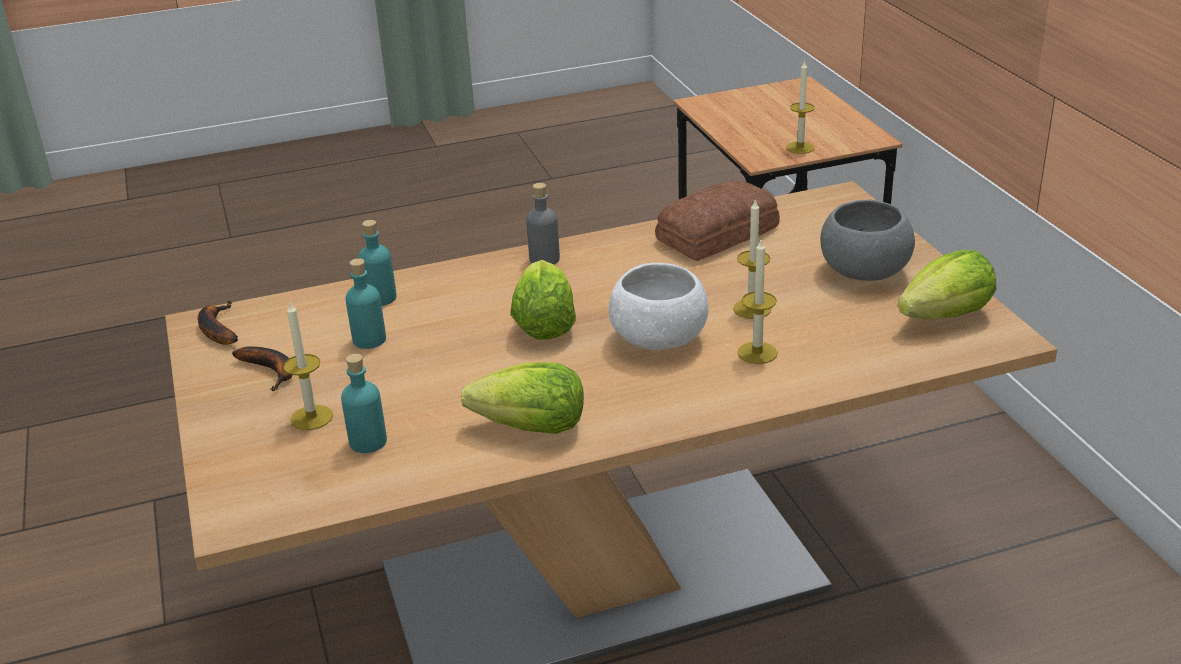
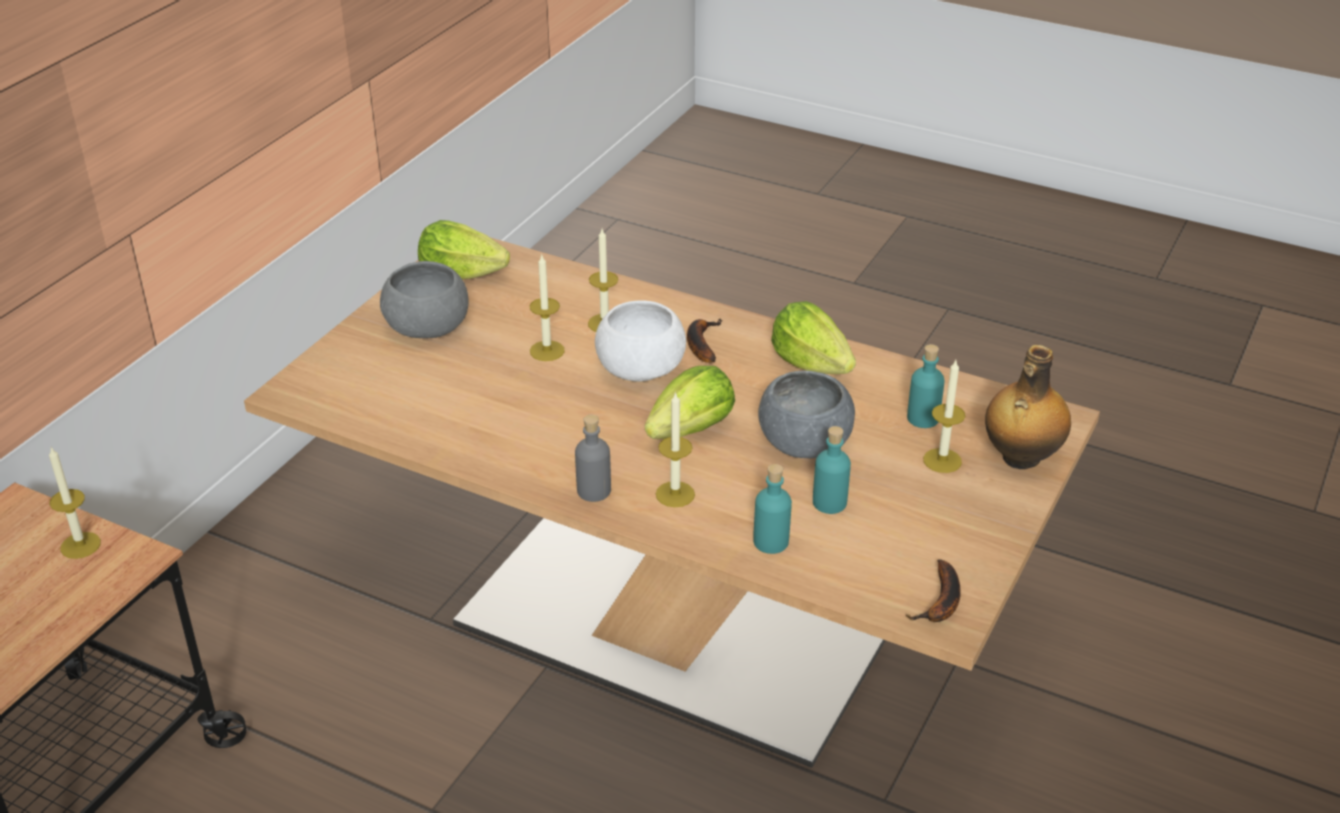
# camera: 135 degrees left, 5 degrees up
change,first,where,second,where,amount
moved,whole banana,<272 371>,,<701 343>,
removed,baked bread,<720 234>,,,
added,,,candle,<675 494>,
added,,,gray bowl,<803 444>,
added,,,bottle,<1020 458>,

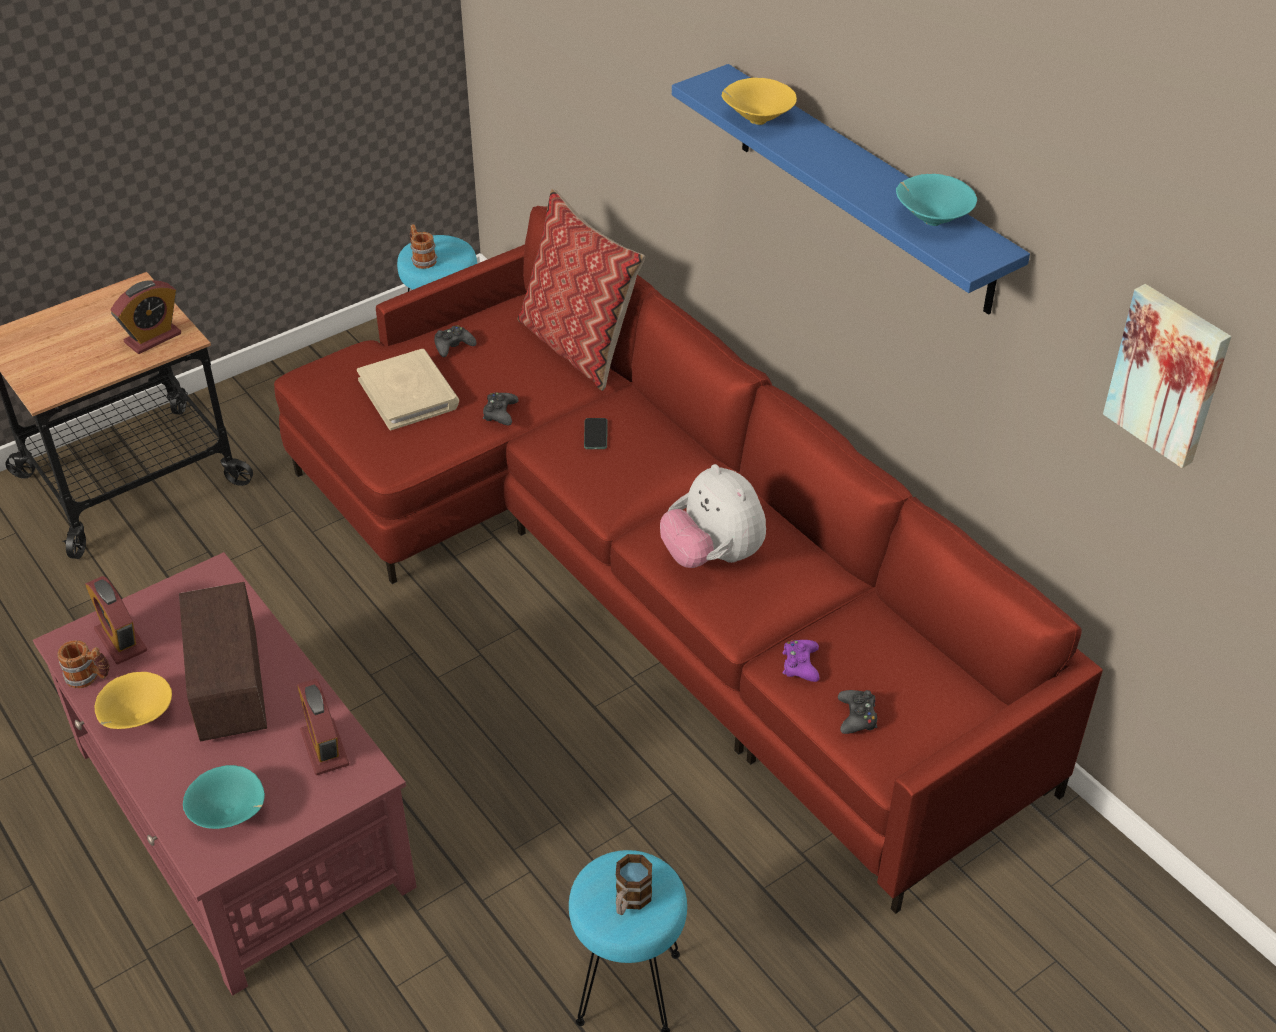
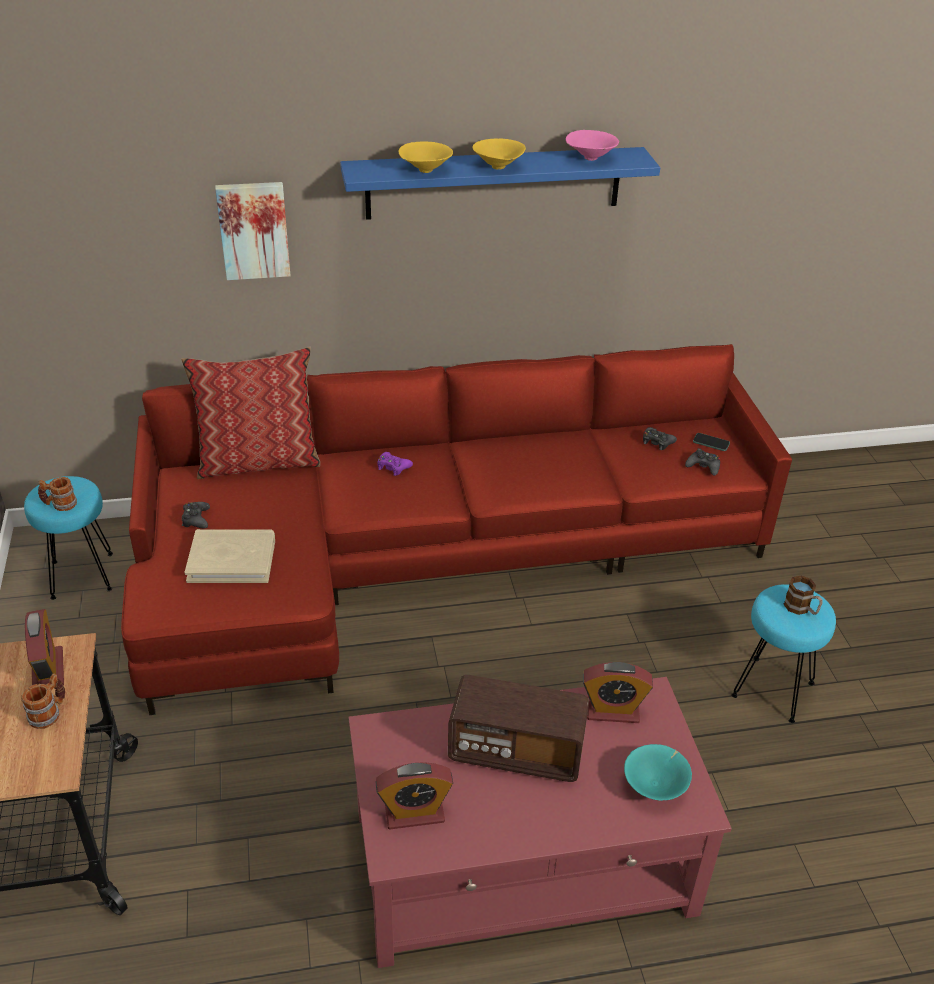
# camera: 65 degrees left, 5 degrees down
change,first,where,second,where,amount
moved,coffee mug,<89 677>,,<49 713>,
moved,yellowish bowl,<137 718>,,<498 168>,
moved,black joypad,<500 413>,,<657 442>,
moved,telephone,<595 434>,,<711 442>,
removed,cuddly toy,<712 556>,,,
moved,purplish joypad,<800 665>,,<393 467>,
recoloured,blue-green bowl,<931 220>,pink-coloured bowl,<589 158>,
moved,picture,<1169 374>,,<253 230>,

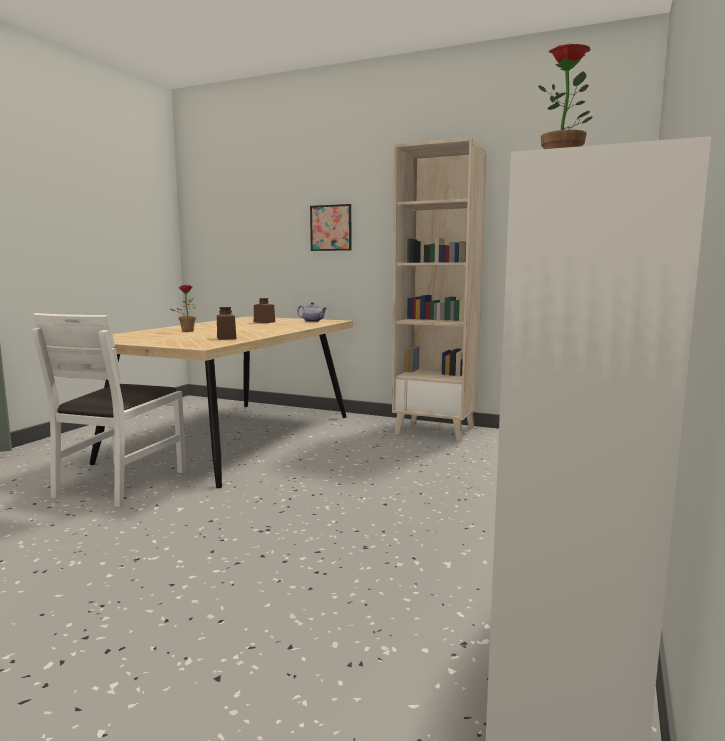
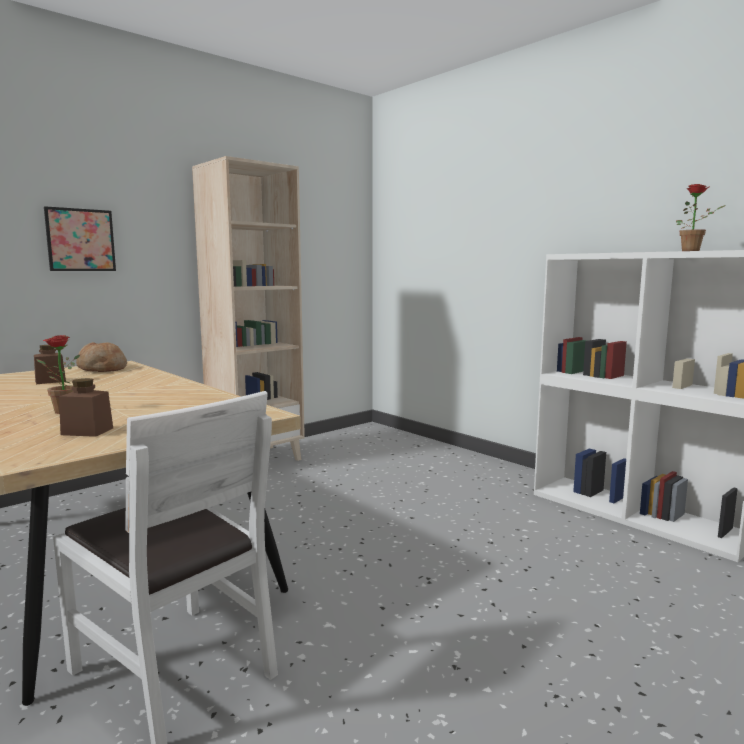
# camera: 65 degrees left, 0 degrees up
change,first,where,second,where,amount
moved,brown preserve jar,<226 338>,,<87 431>,
replaced,teapot,<312 321>,baked bread,<102 369>,

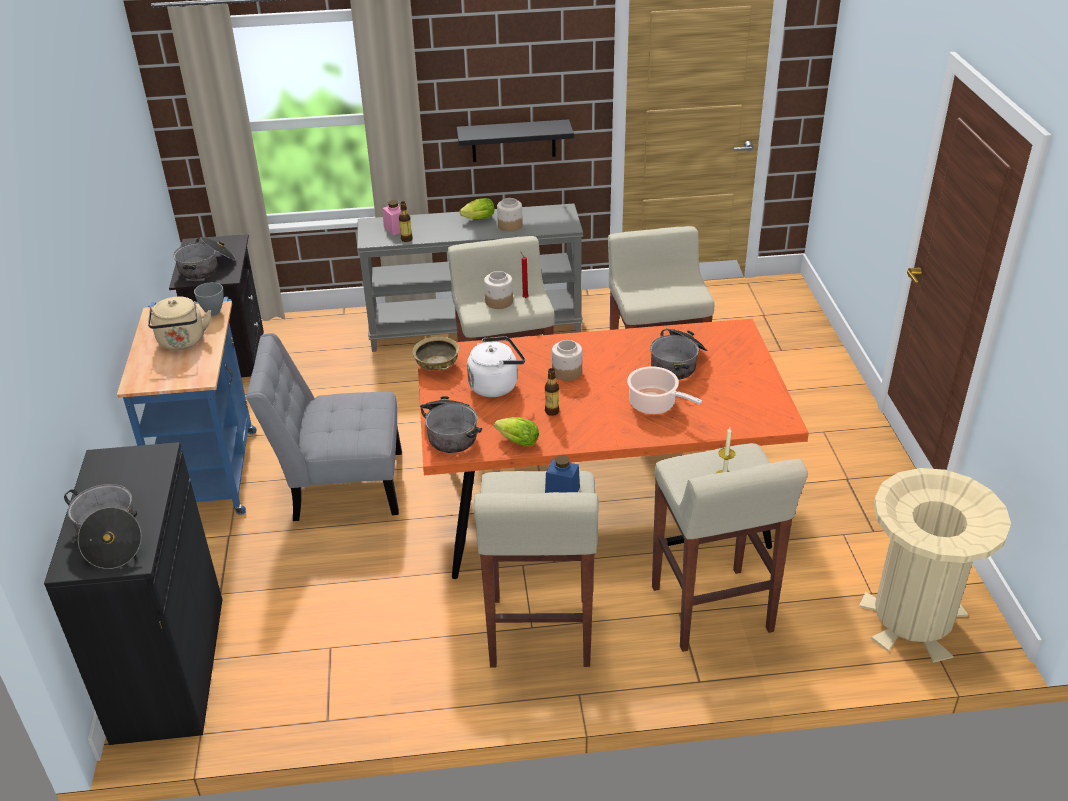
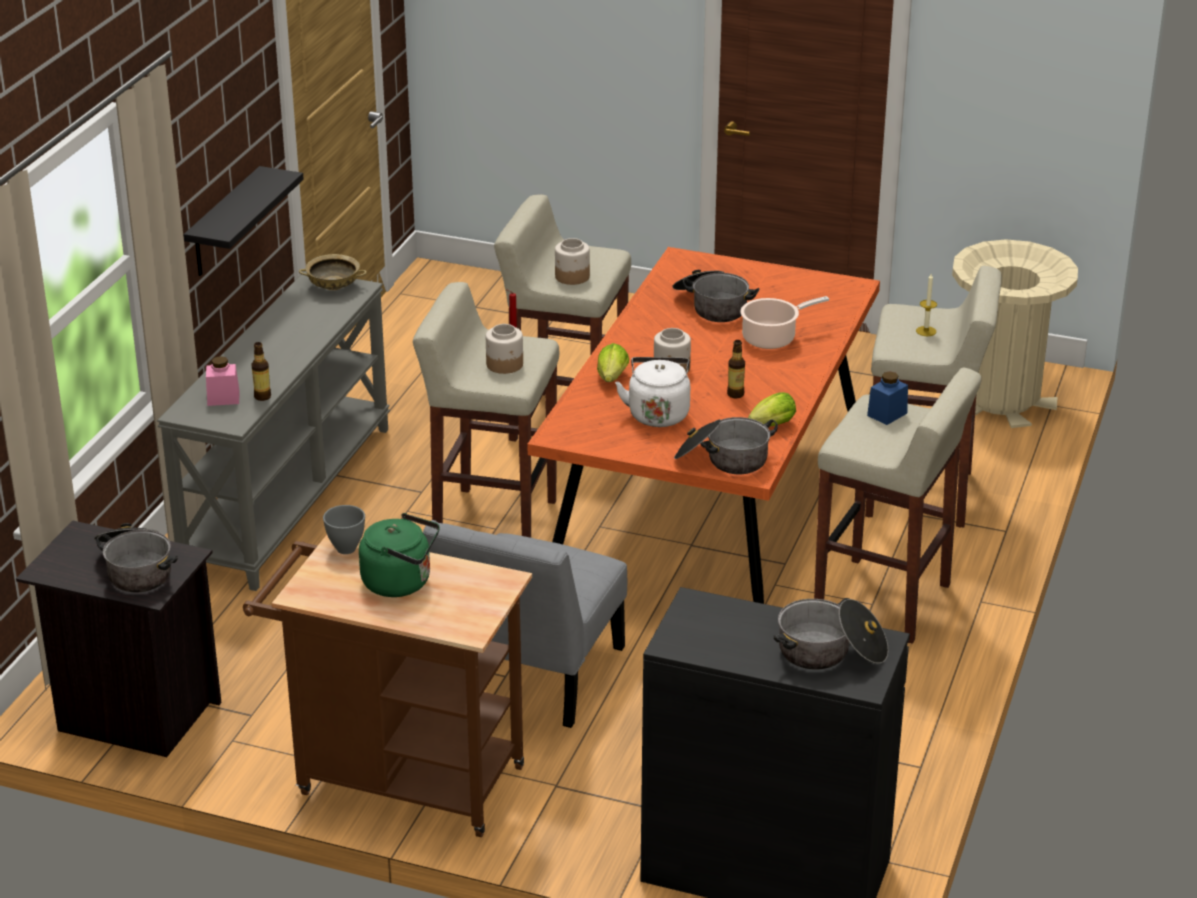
# camera: 65 degrees left, 5 degrees down
change,first,where,second,where,amount
recoloured,bluish wheeled cart,<210 468>,brown wheeled cart,<398 778>,
recoloured,beige-coloured tea kettle,<182 342>,greenish tea kettle,<401 583>,
moved,beige-coloured bowl,<437 365>,,<334 286>,
moved,head of lettuce,<477 219>,,<611 379>,
moved,preserve jar,<509 225>,,<572 277>,

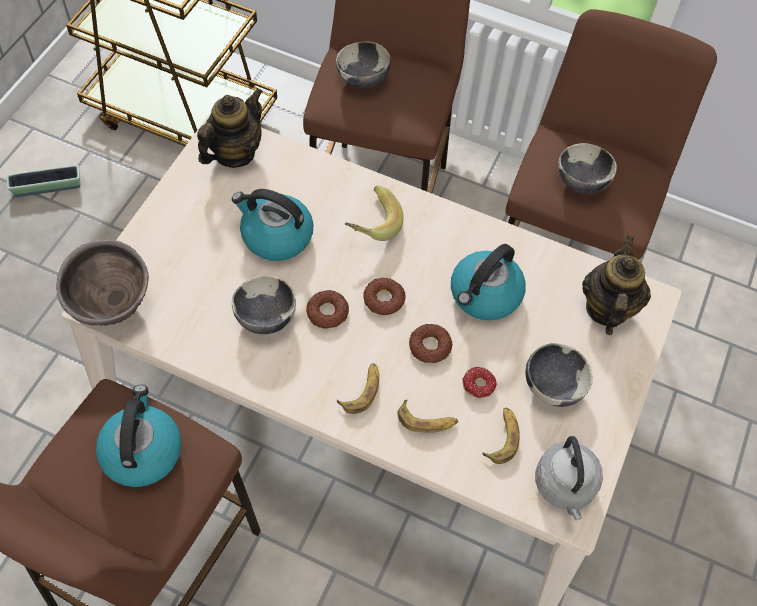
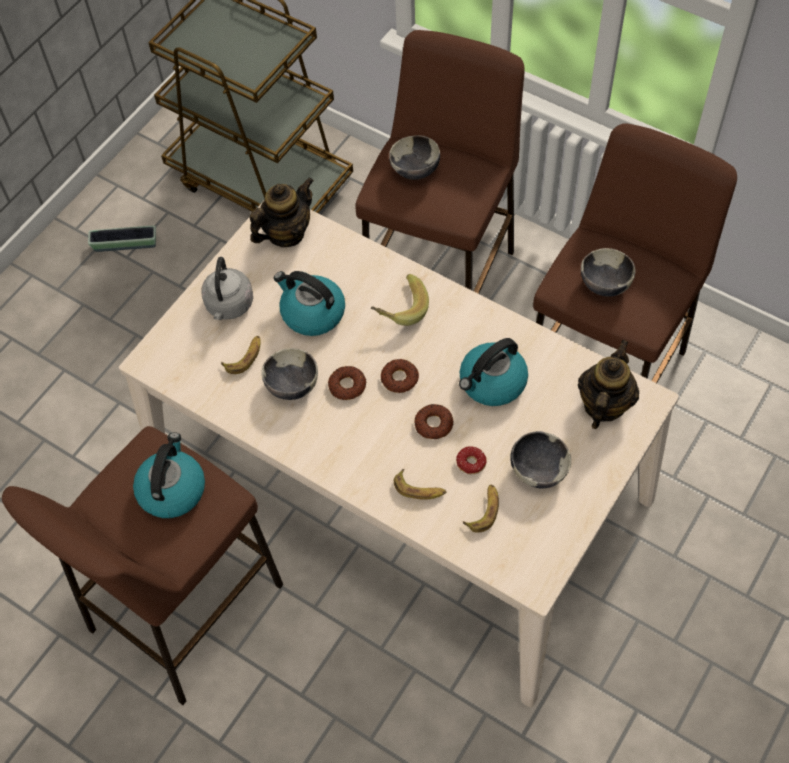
# camera: 15 degrees right, 0 degrees up
change,first,where,second,where,amount
removed,brown bowl,<112 305>,,,
moved,whole banana,<362 390>,,<244 357>,
moved,gray tea kettle,<564 487>,,<229 306>,

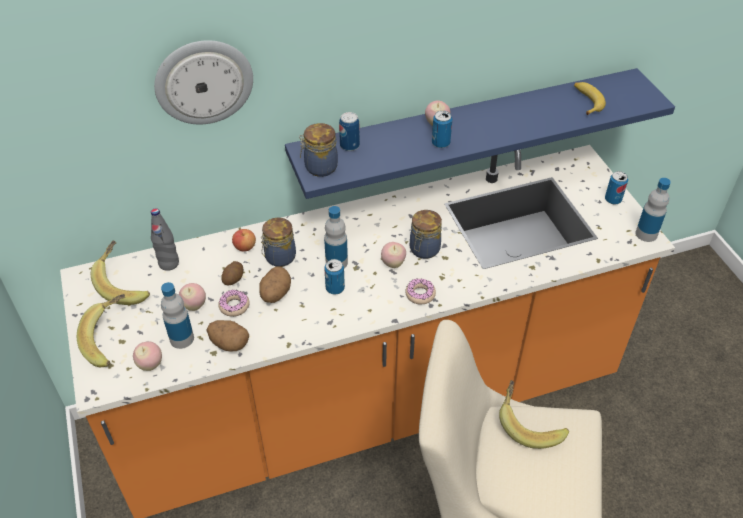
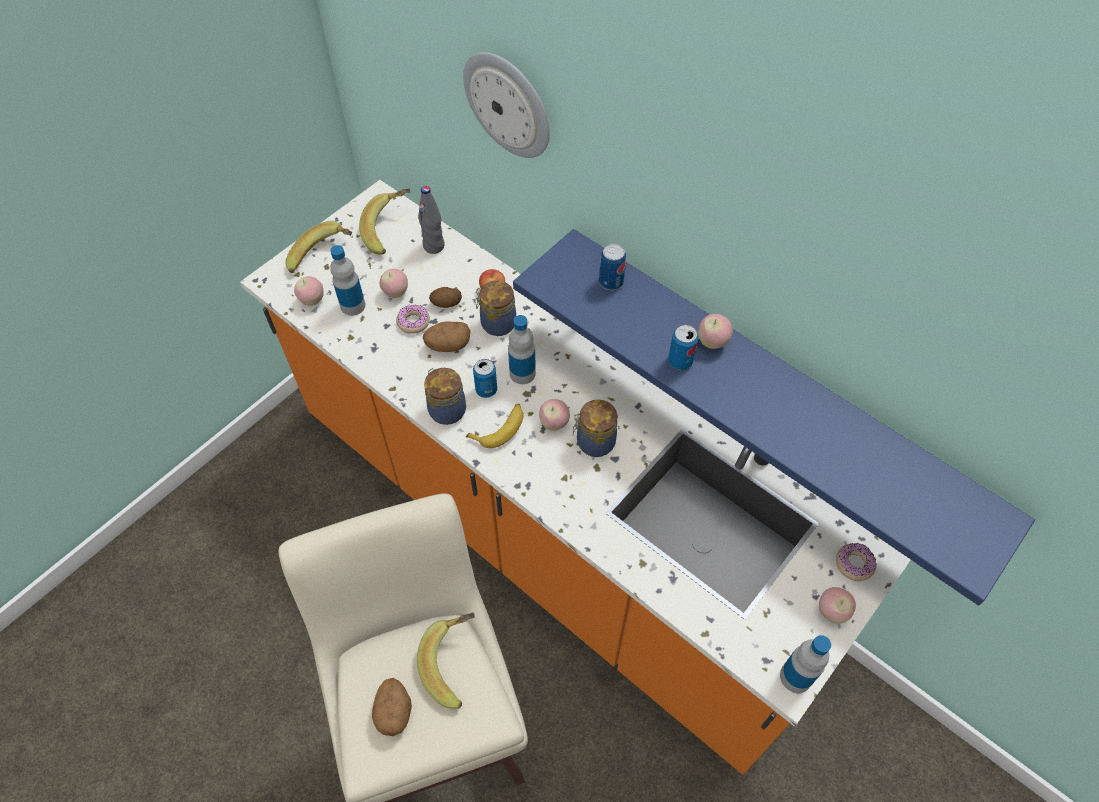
# camera: 60 degrees right, 10 degrees up
change,first,where,second,where,amount
moved,whole potato,<229 343>,,<394 711>,
moved,preserve jar,<319 167>,,<446 409>,
moved,doughnut,<420 294>,,<854 564>,
moved,whole banana,<586 101>,,<500 428>,
replaced,metal can,<613 200>,apple,<831 612>,

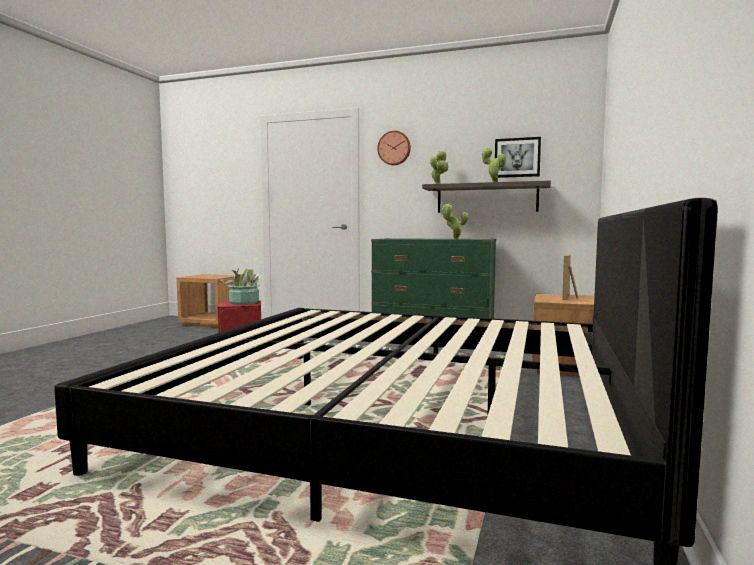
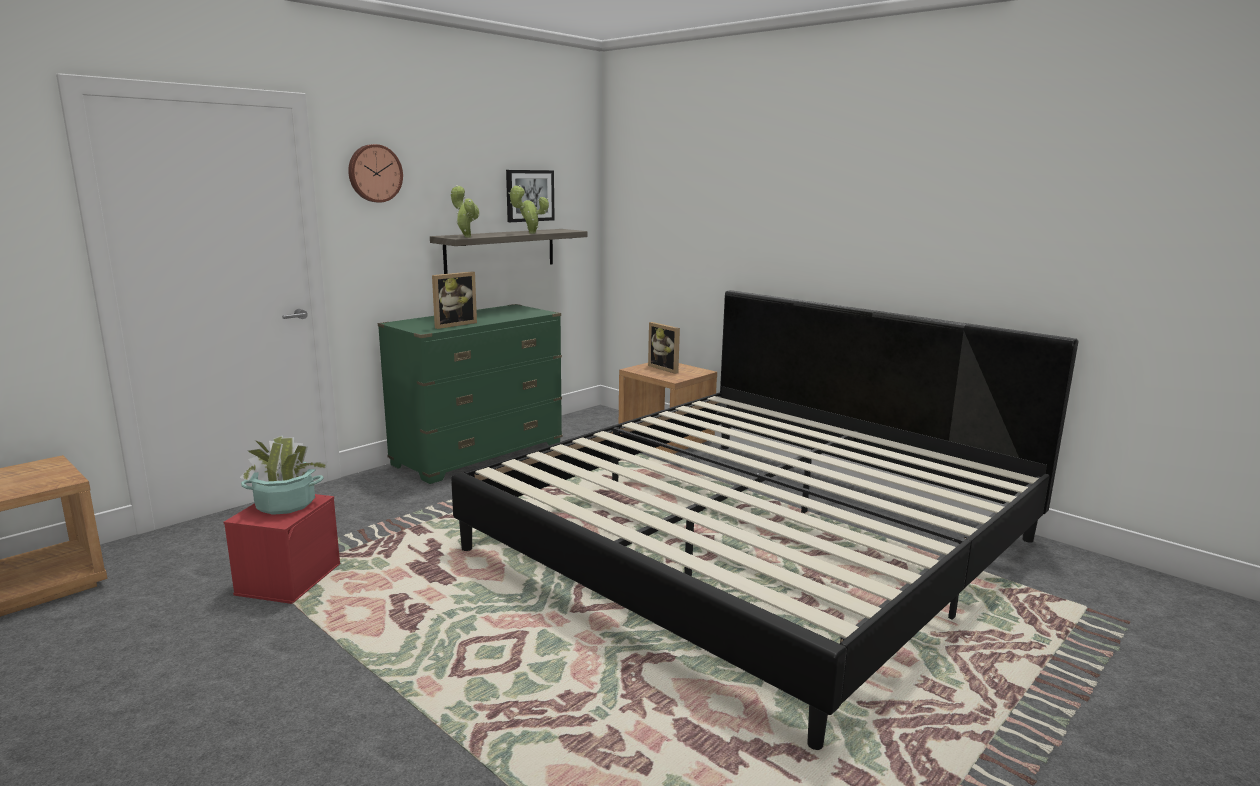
# camera: 65 degrees left, 10 degrees up
change,first,where,second,where,amount
removed,houseplant,<454 239>,,,
added,,,standing frame,<453 324>,

